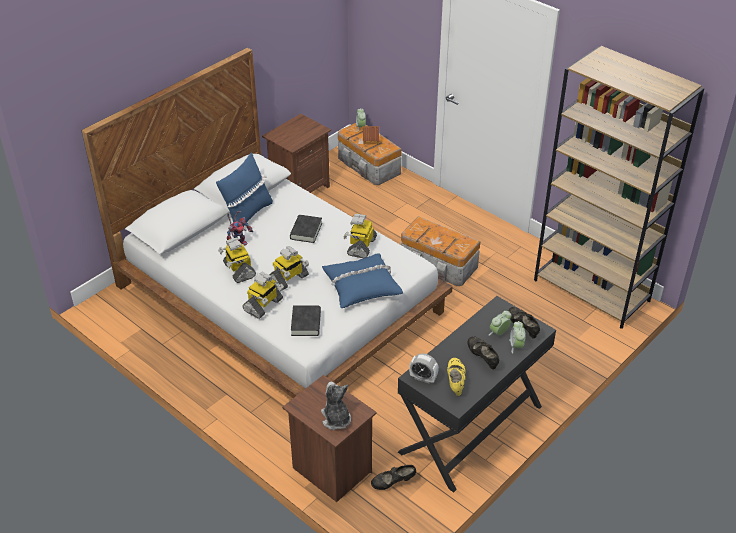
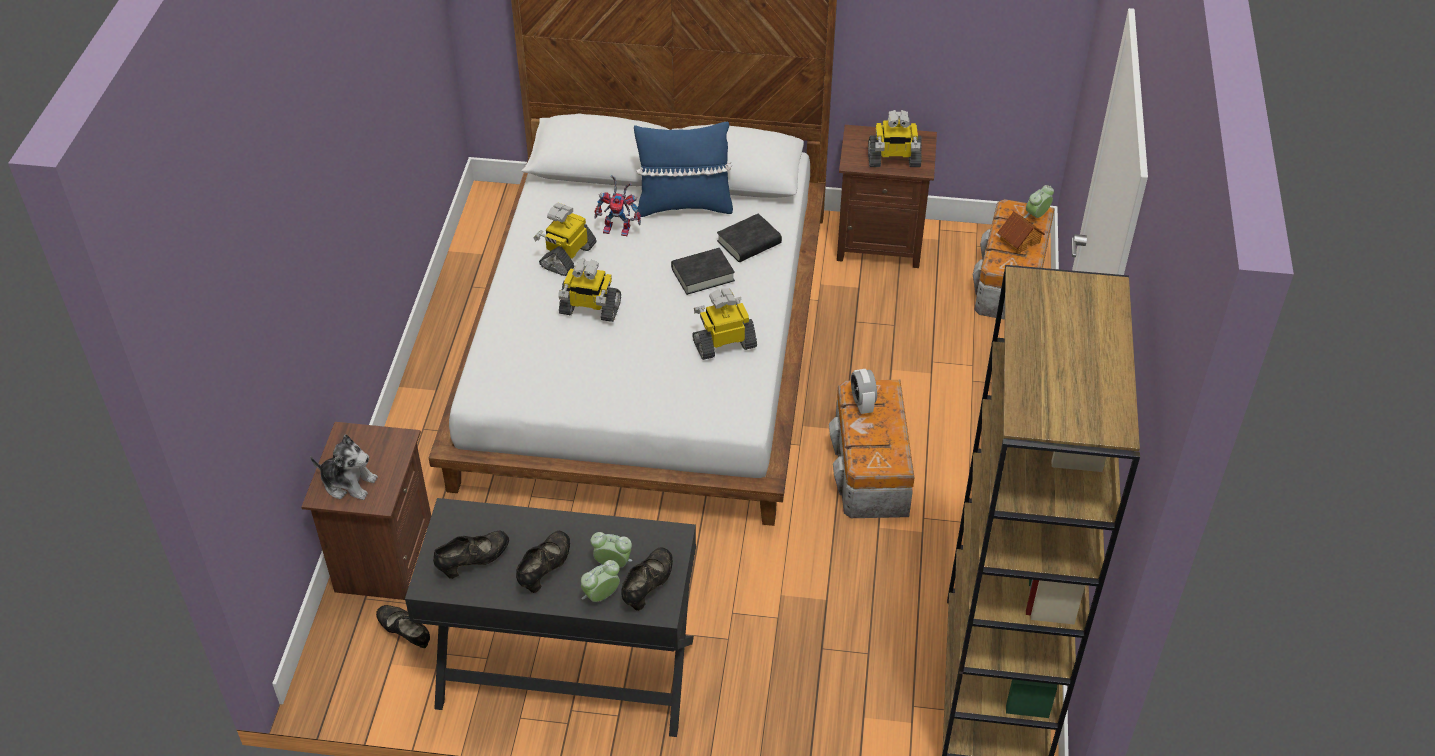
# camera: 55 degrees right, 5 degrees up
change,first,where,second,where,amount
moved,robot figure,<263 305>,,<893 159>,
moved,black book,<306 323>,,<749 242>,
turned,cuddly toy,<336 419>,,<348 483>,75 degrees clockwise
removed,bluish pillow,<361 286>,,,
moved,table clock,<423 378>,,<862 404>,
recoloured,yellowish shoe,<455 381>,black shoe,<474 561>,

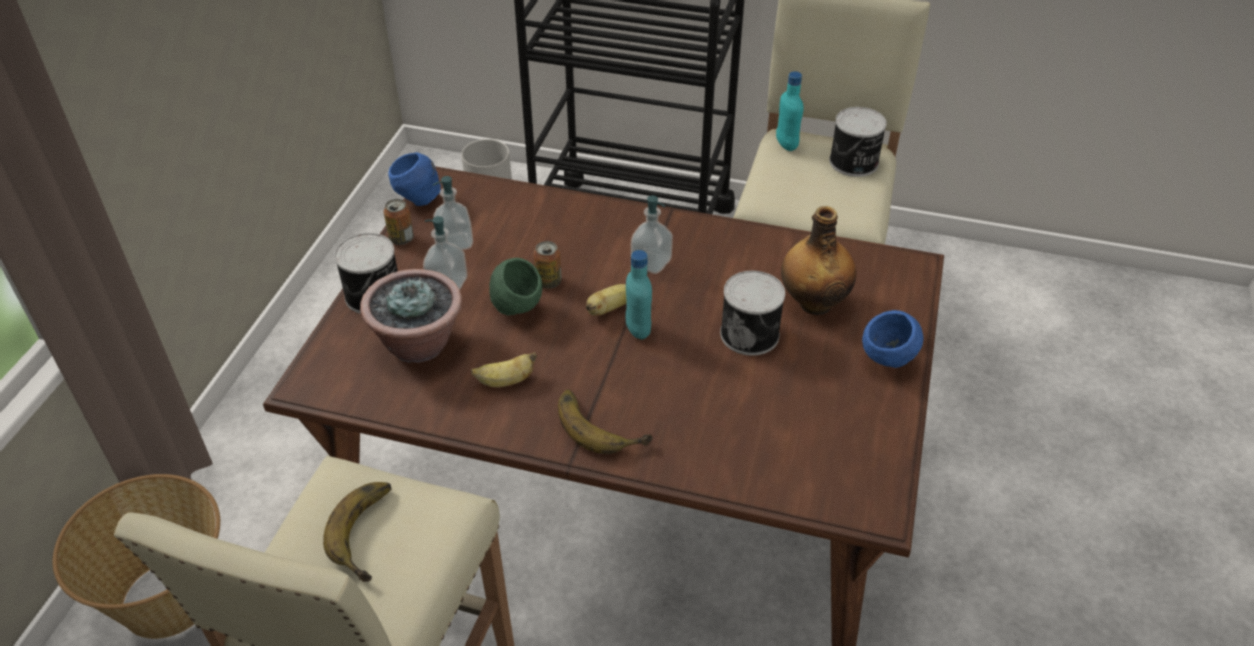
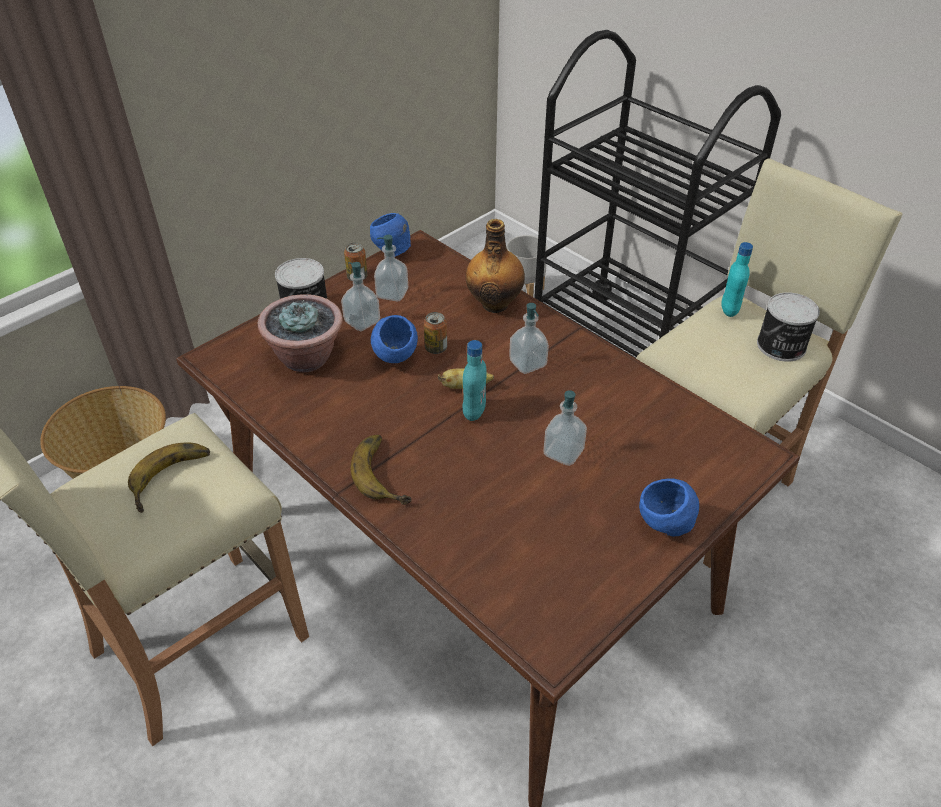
# camera: 30 degrees right, 0 degrees up
change,first,where,second,where,amount
removed,whole banana,<505 381>,,,
recoloured,greenish bowl,<517 310>,bluish bowl,<395 360>,
replaced,metal can,<750 333>,soap bottle,<563 452>,
moved,bottle,<814 302>,,<495 303>,

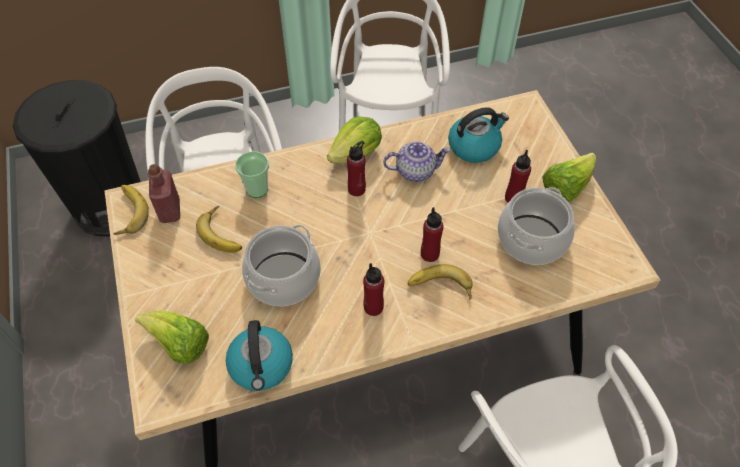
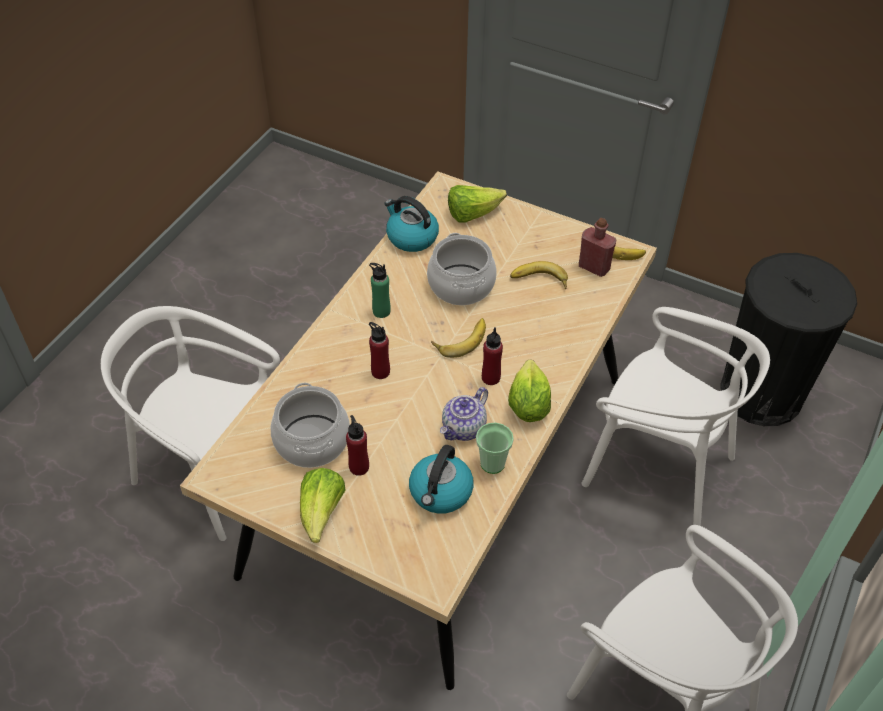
# camera: 135 degrees right, 5 degrees down
change,first,where,second,where,amount
moved,small cup,<257 189>,,<492 463>,
recoloured,reddish bottle,<373 307>,greenish bottle,<381 311>,
moved,whole banana,<440 288>,,<460 339>,

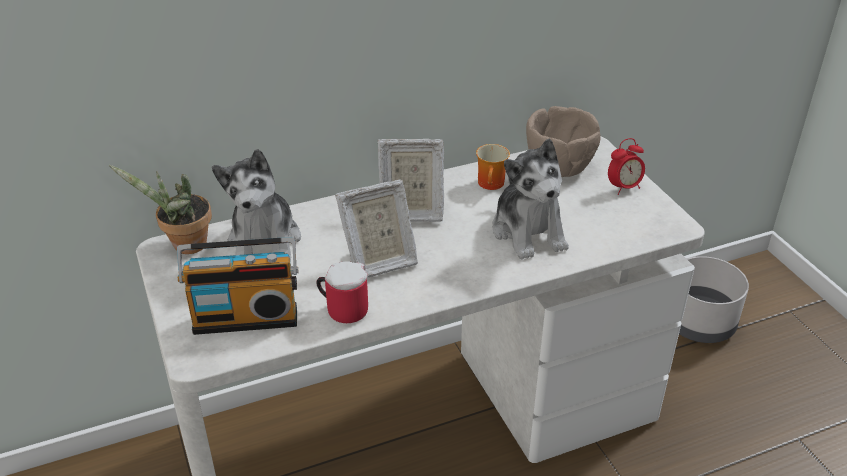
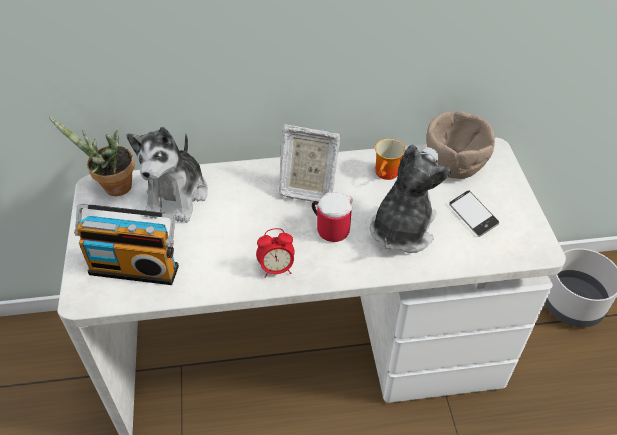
# camera: 15 degrees right, 10 degrees up
change,first,where,second,where,amount
moved,coffee mug,<343 308>,,<330 227>,
removed,standing frame,<379 261>,,,
turned,cuddly toy,<529 231>,,<402 229>,150 degrees counterclockwise
moved,table clock,<624 187>,,<276 269>,
added,,,telephone,<472 216>,

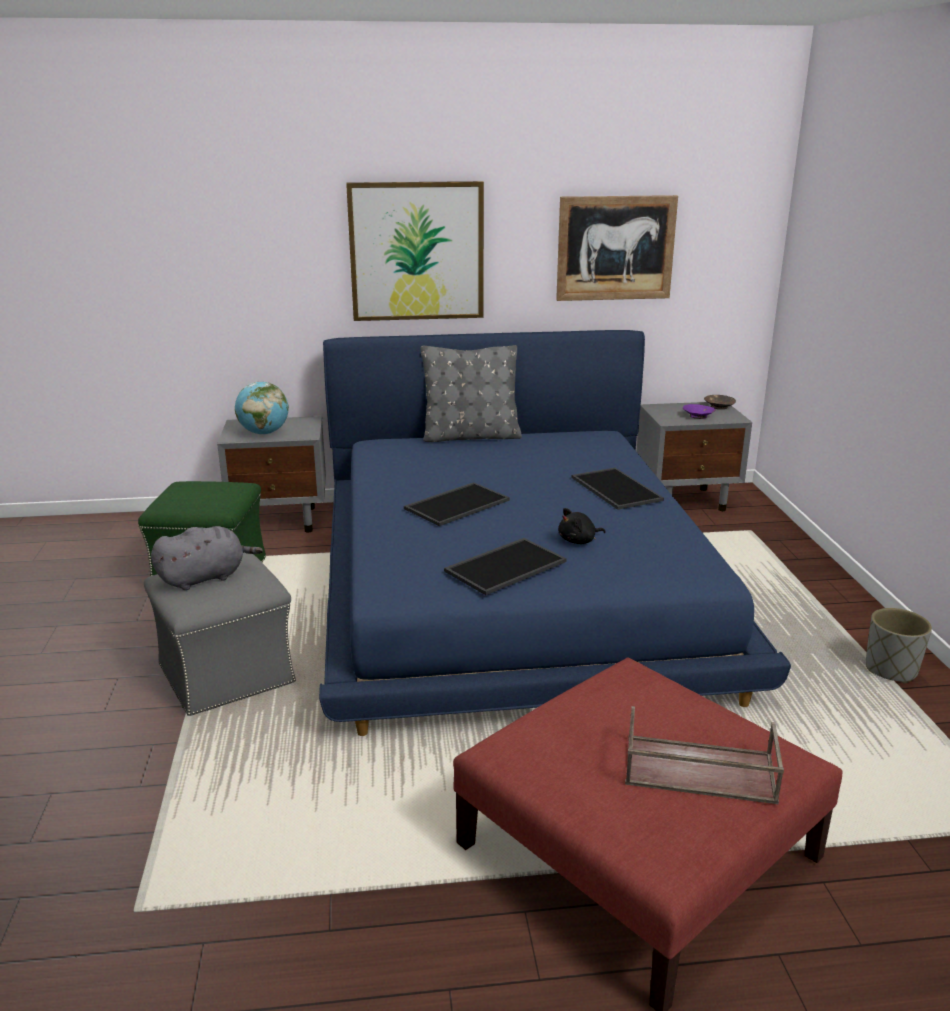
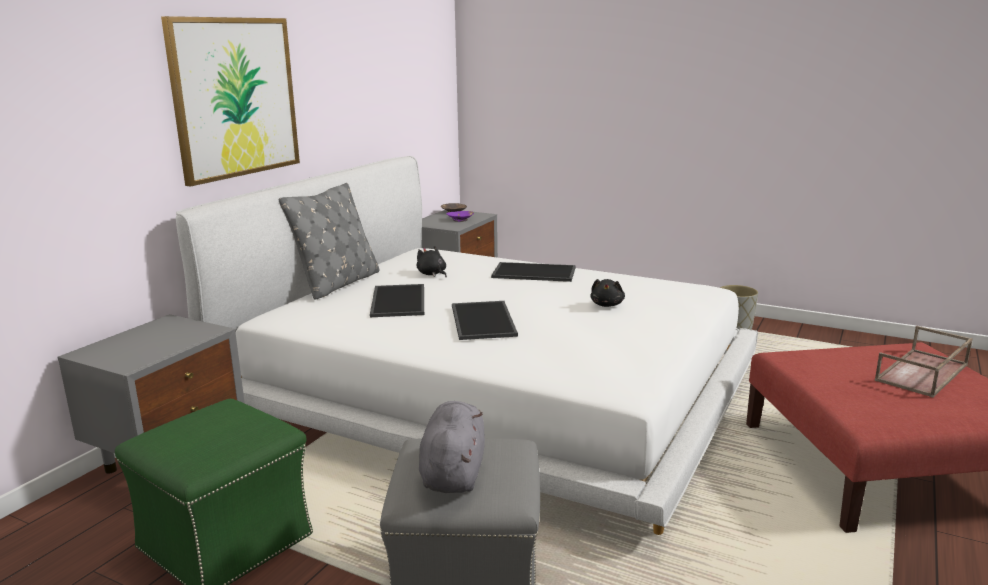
# camera: 55 degrees left, 5 degrees down
change,first,where,second,where,amount
removed,world globe,<264 433>,,,
recoloured,bluish bed,<513 586>,white bed,<492 392>,
moved,serving tray,<505 565>,,<397 300>,
removed,picture,<615 248>,,,
added,,,black cuddly toy,<432 274>,

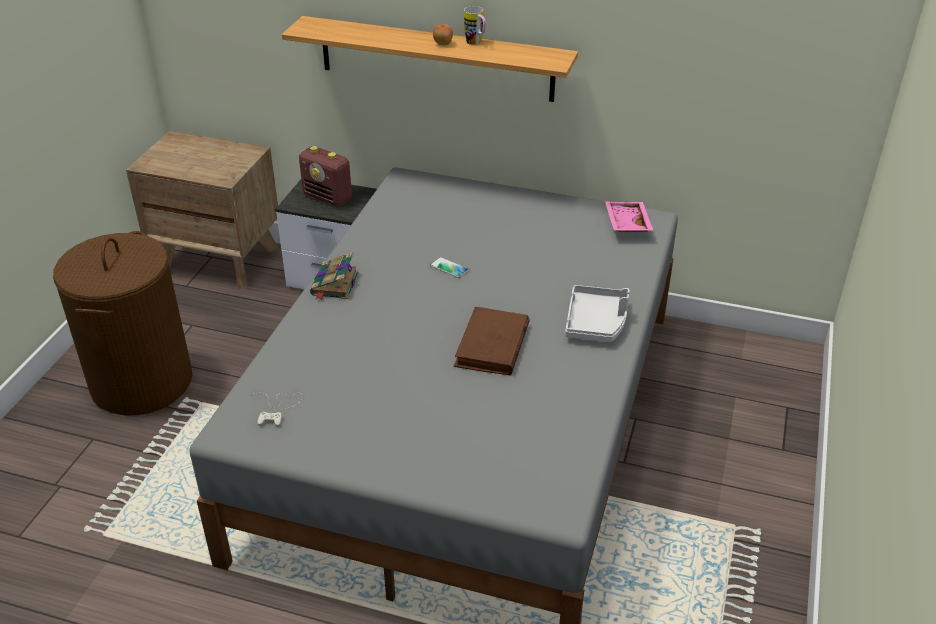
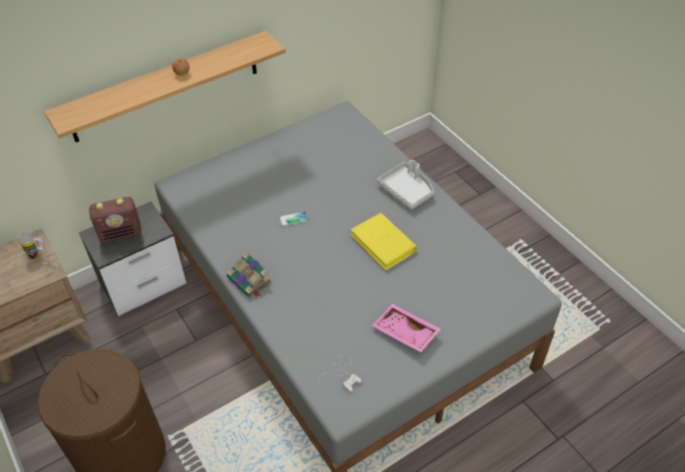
# camera: 50 degrees left, 10 degrees up
change,first,where,second,where,amount
recoloured,brown book,<492 345>,yellowish book,<383 243>,
moved,coffee mug,<476 43>,,<38 255>,
moved,pink-coloured serving tray,<626 224>,,<404 333>,

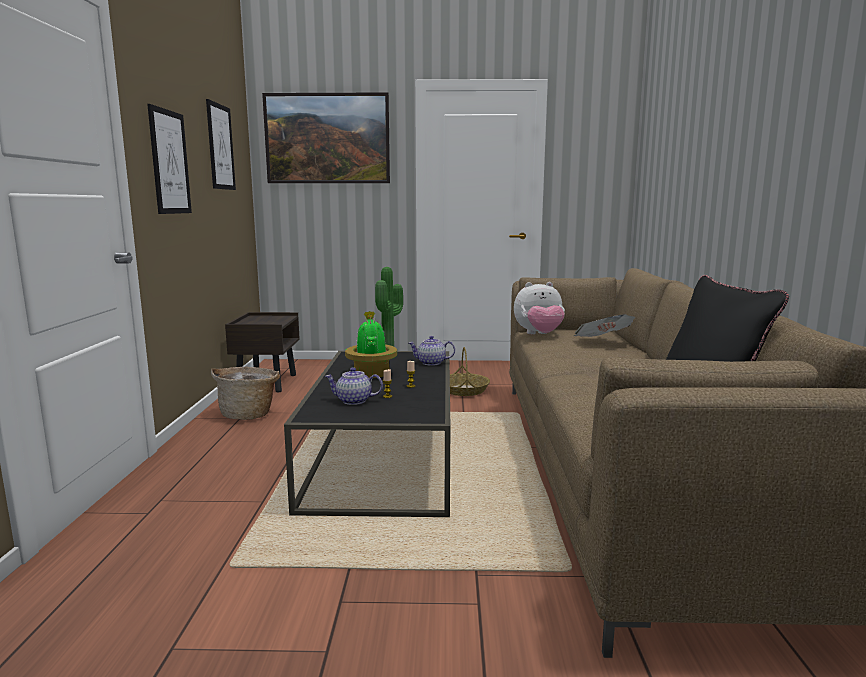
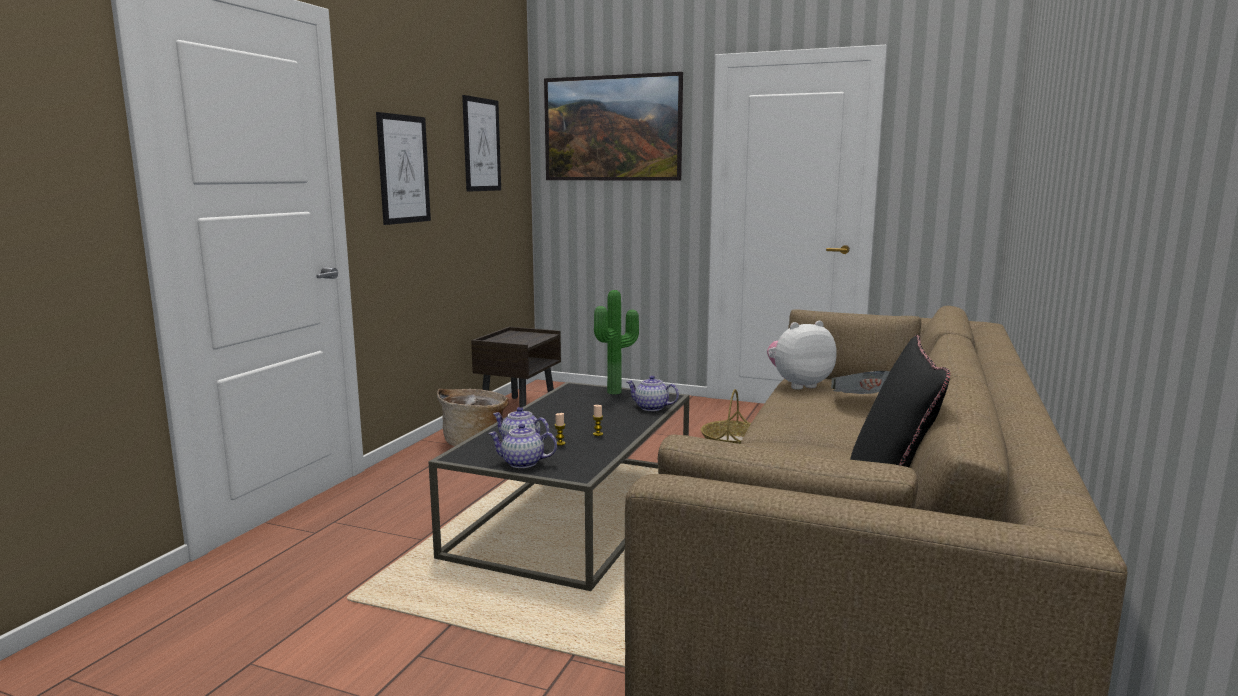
# camera: 20 degrees right, 0 degrees up
change,first,where,second,where,amount
removed,houseplant,<371 373>,,,
turned,cuddly toy,<539 335>,,<798 385>,150 degrees clockwise
added,,,teapot,<522 463>,

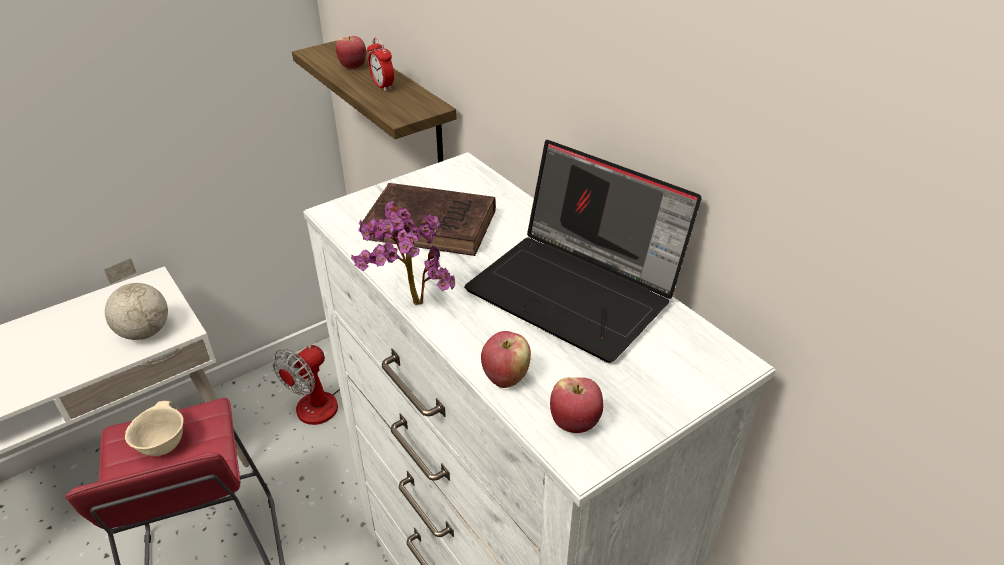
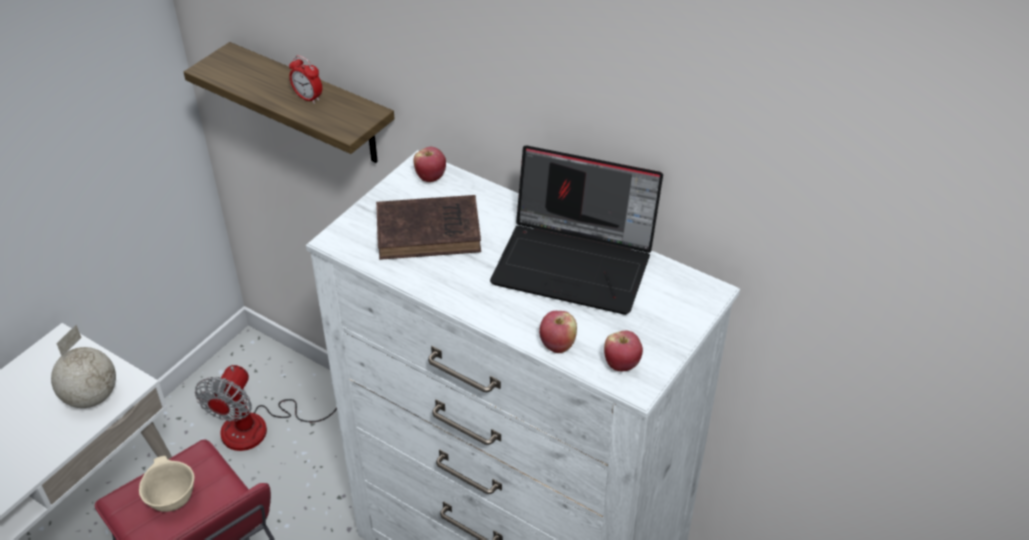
# camera: 20 degrees left, 5 degrees up
change,first,where,second,where,amount
moved,apple,<353 66>,,<430 177>,
removed,houseplant,<409 305>,,,

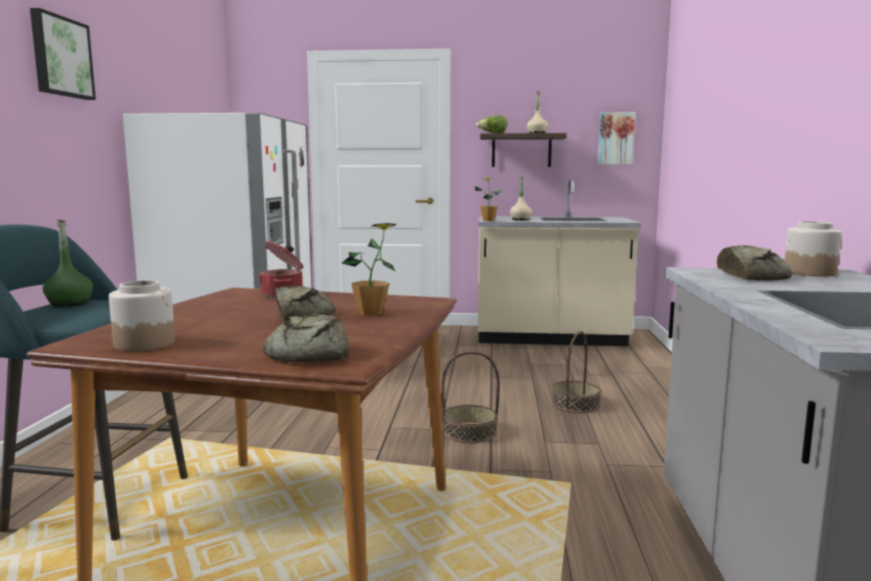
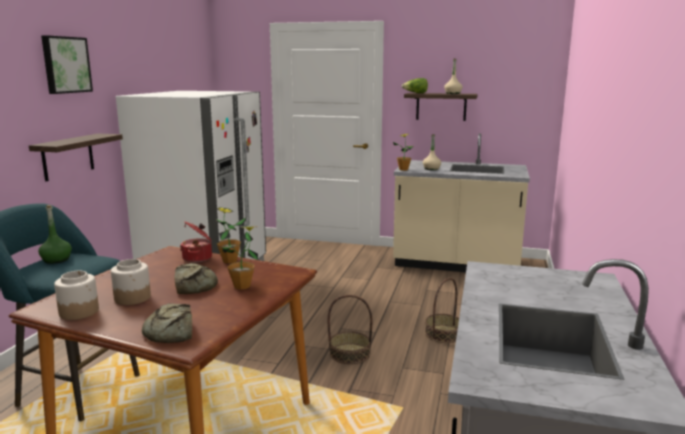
# camera: 10 degrees right, 5 degrees up
change,first,where,second,where,amount
removed,picture,<615 138>,,,
removed,baked bread,<751 276>,,,
moved,preserve jar,<809 273>,,<133 298>,
added,,,bracket shelf,<68 157>,
added,,,houseplant,<230 261>,

